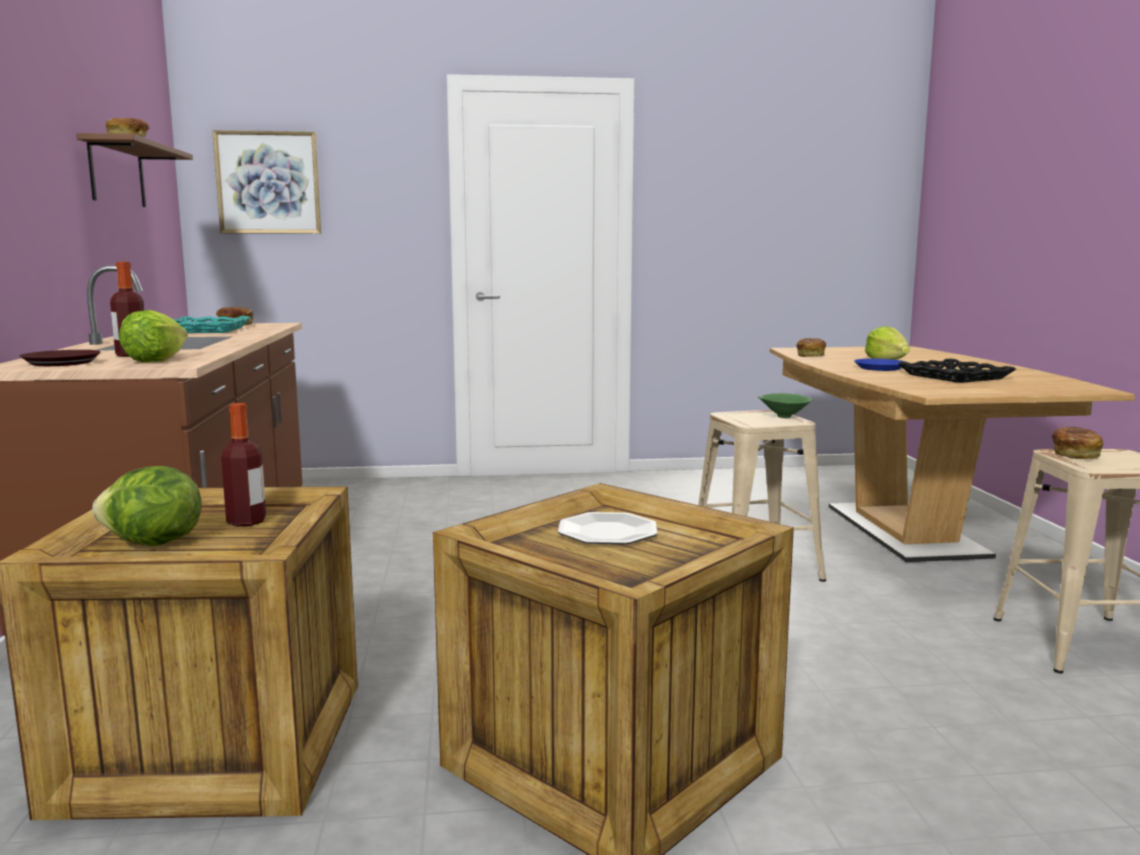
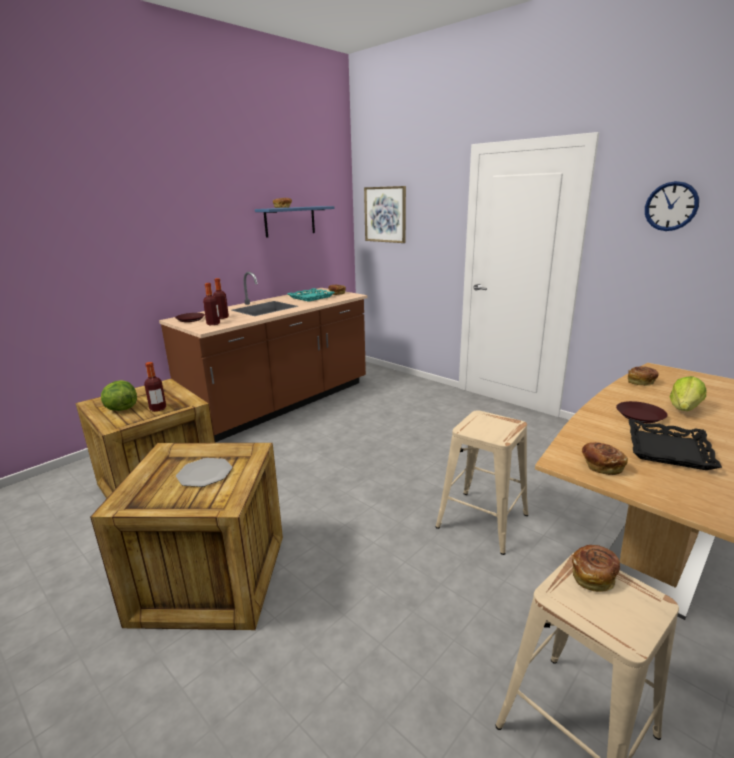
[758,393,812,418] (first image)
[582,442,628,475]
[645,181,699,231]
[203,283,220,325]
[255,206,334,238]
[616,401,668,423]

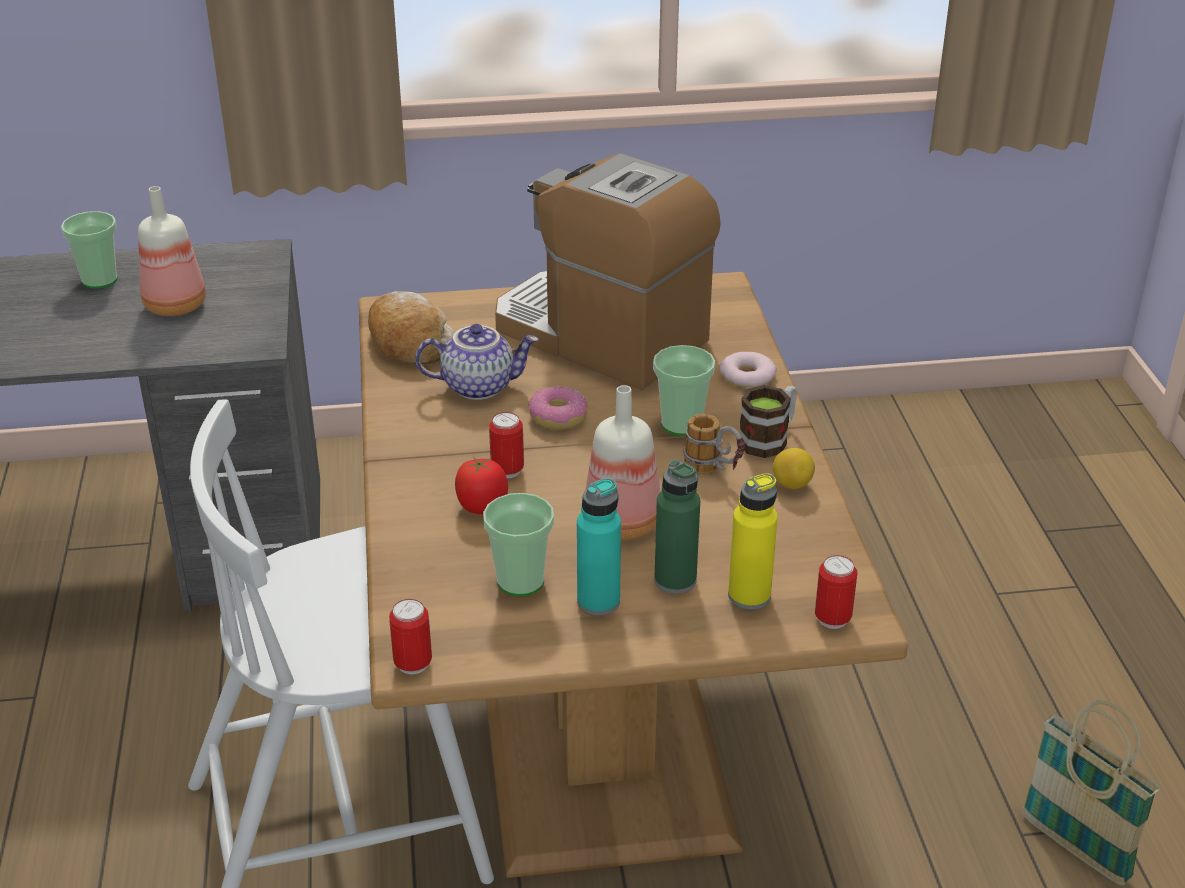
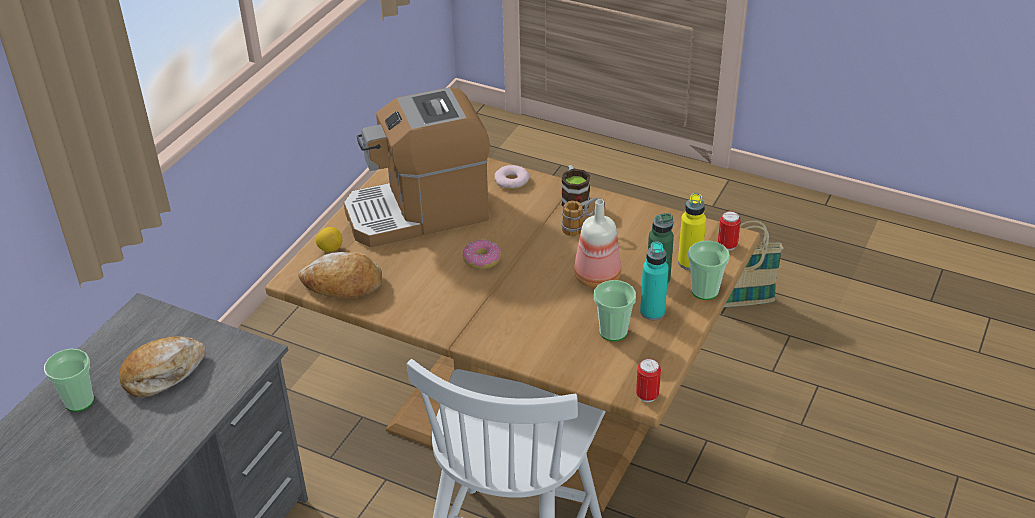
[415,324,539,400] (first image)
[455,456,508,514] (first image)
[489,412,524,478] (first image)
[688,241,730,300]
[316,227,342,252]
[119,336,206,397]

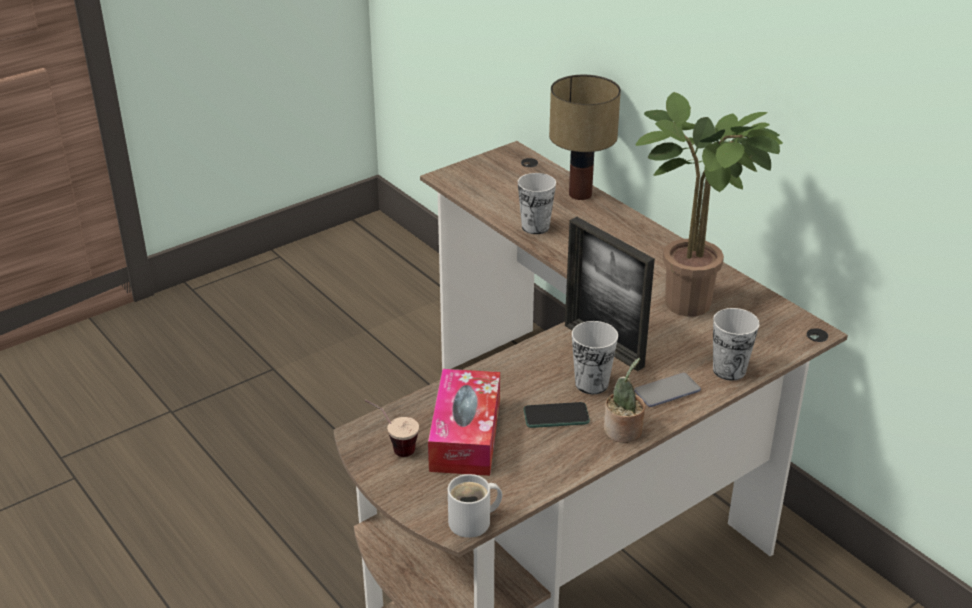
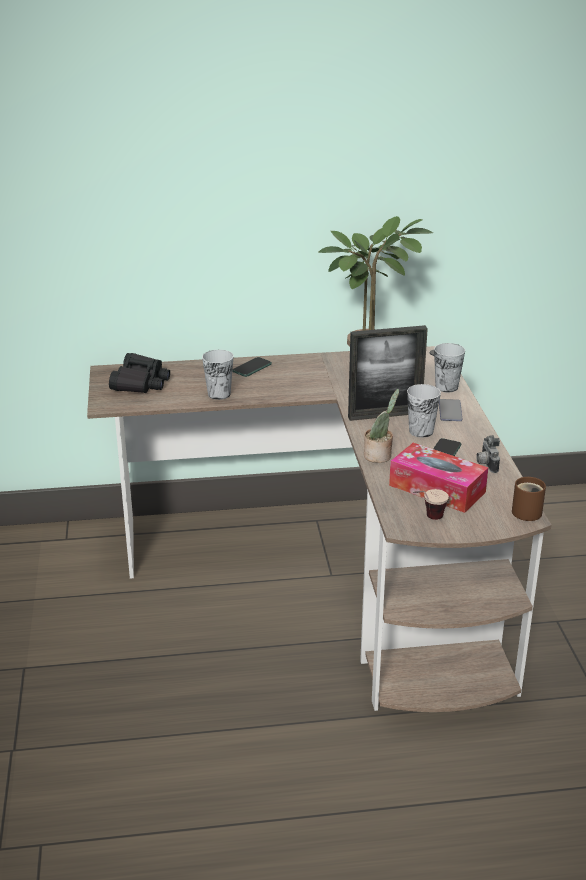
[549,75,621,200] (first image)
[109,353,170,393]
[232,357,272,377]
[477,435,500,473]
[364,389,399,463]
[512,477,546,521]

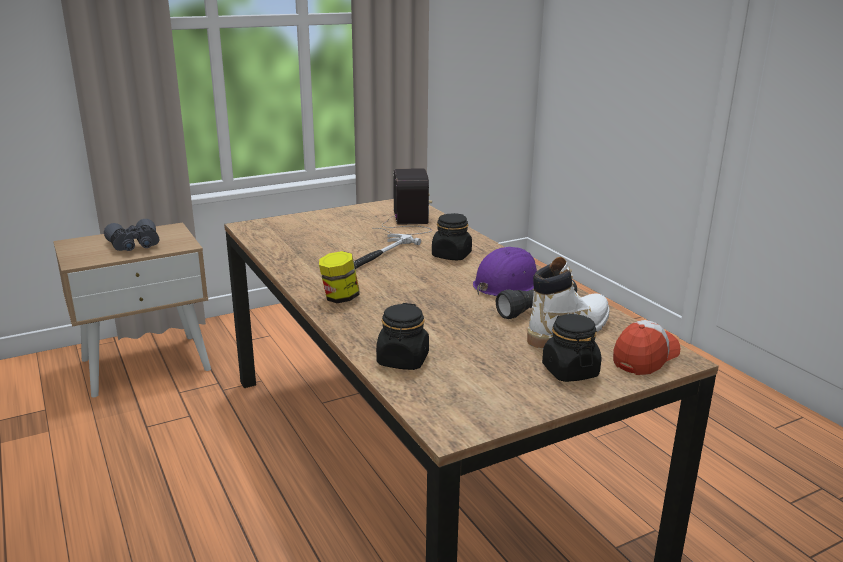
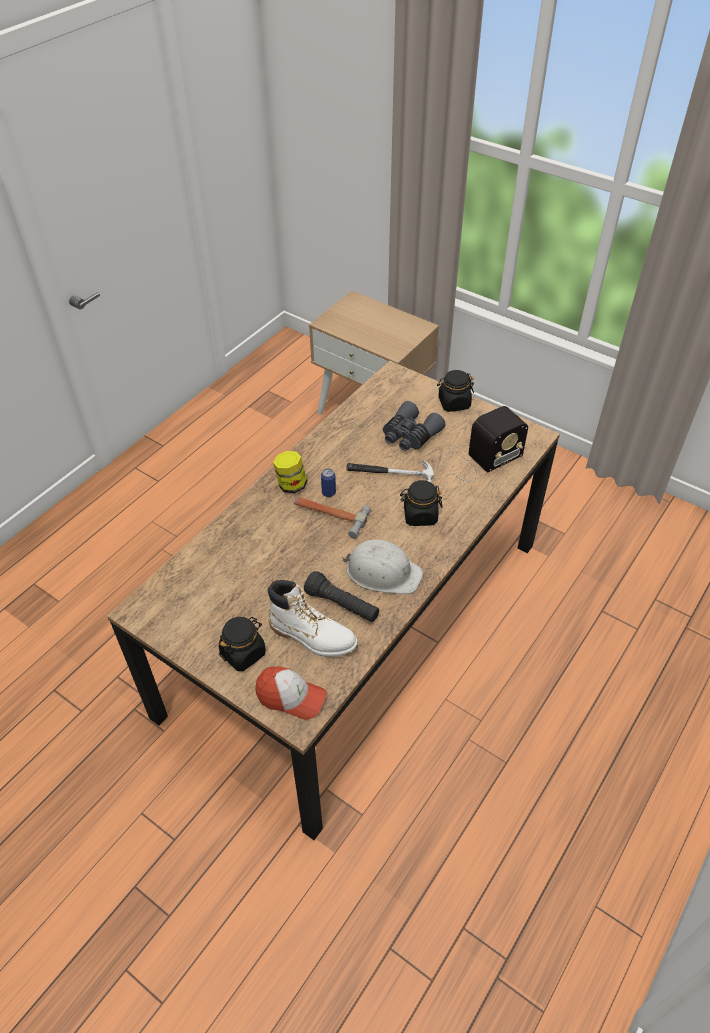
[294,497,371,539]
[321,468,336,497]
[383,401,445,451]
[437,370,474,412]
[342,539,423,594]

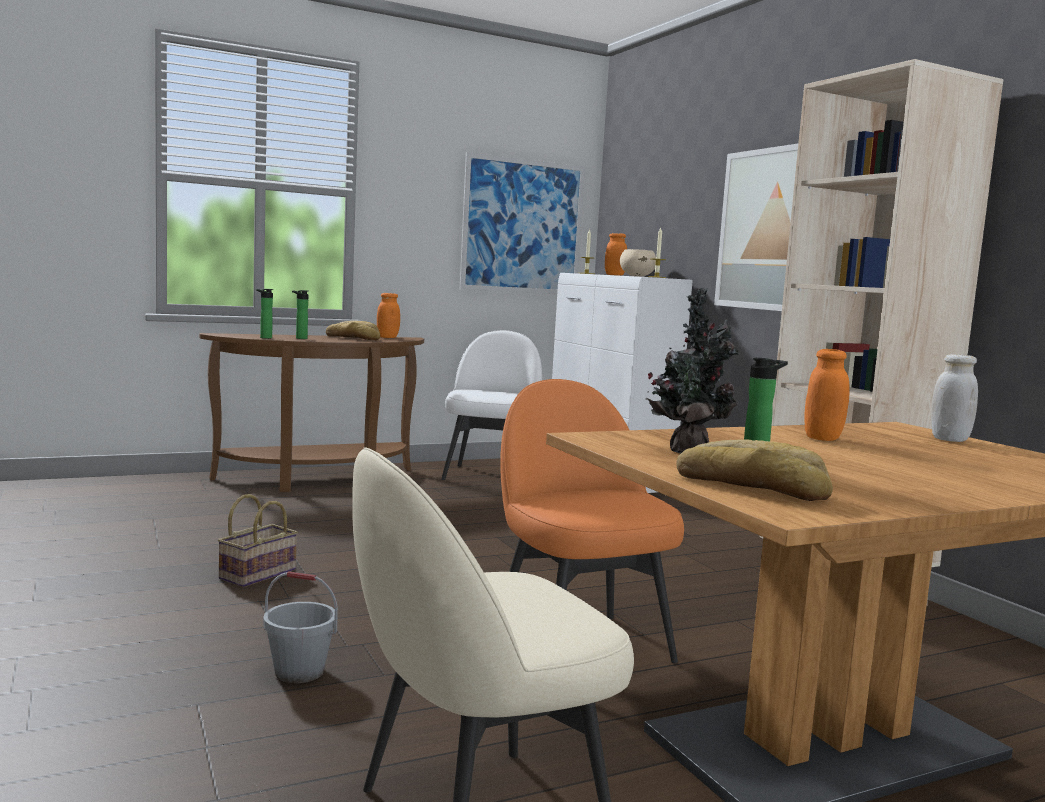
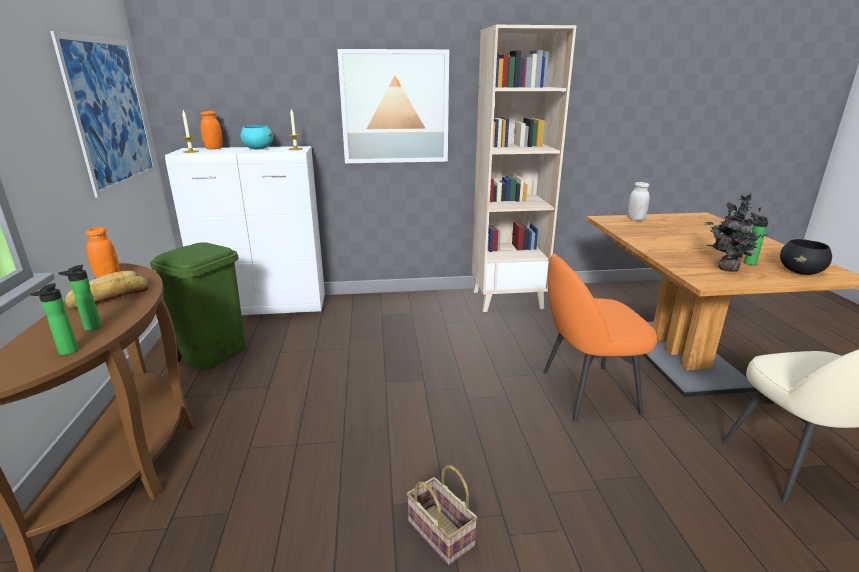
[263,571,338,683] (first image)
[804,349,850,441] (first image)
[150,242,246,370]
[780,239,832,275]
[240,126,273,149]

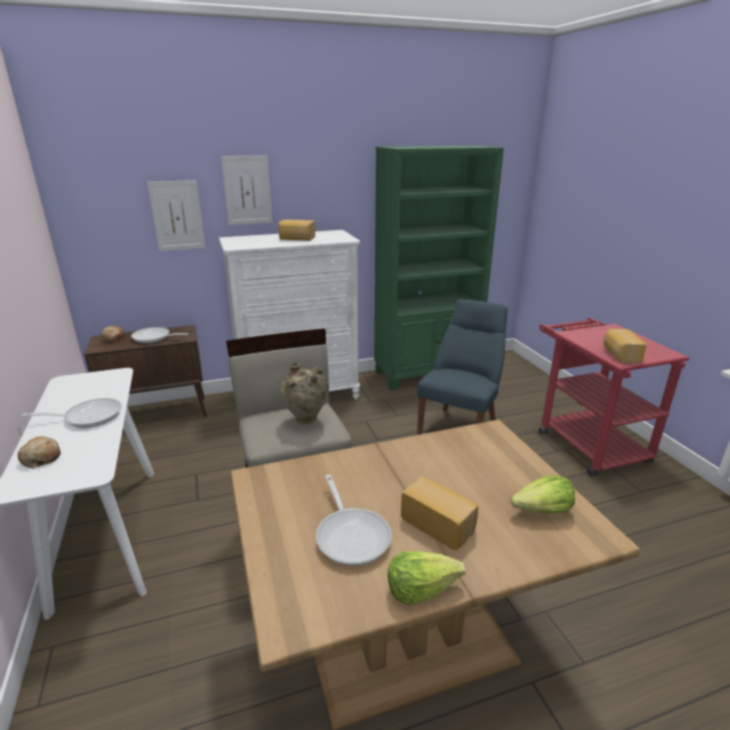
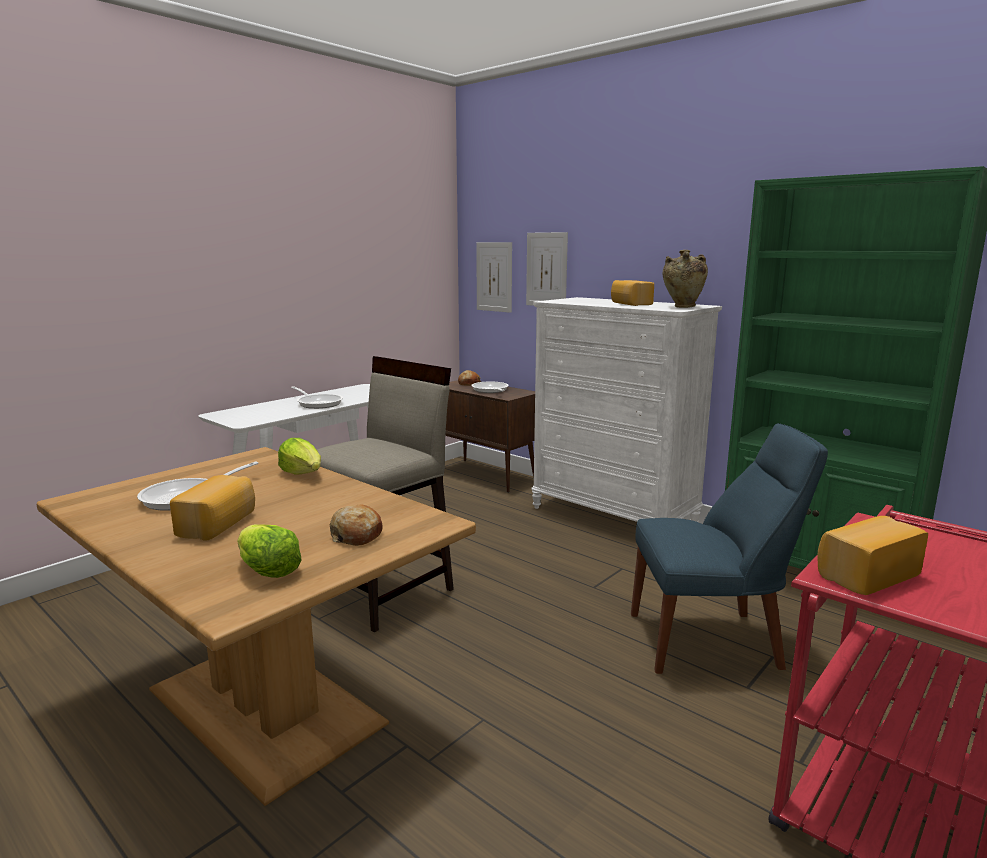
[330,504,383,546]
[476,242,512,313]
[663,250,708,308]
[278,438,321,475]

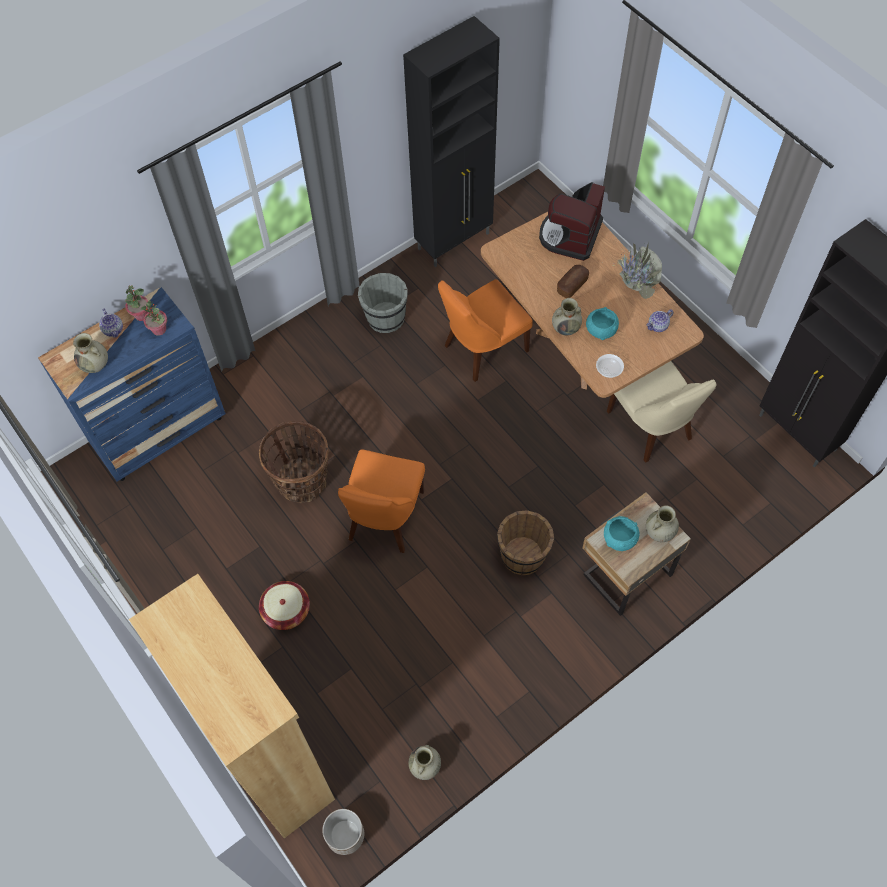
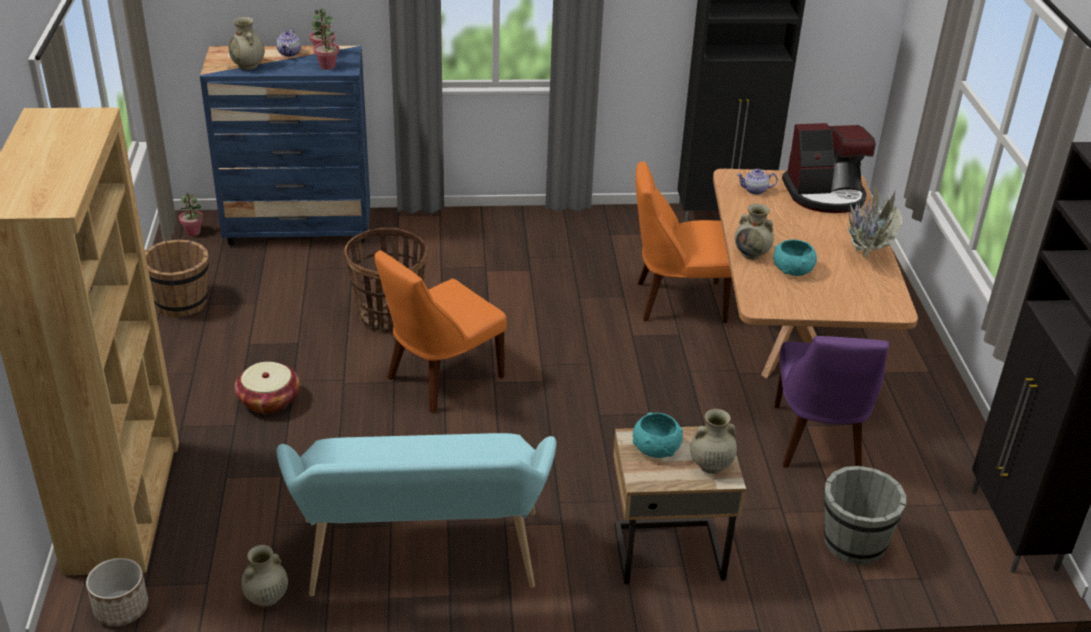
[557,265,589,298] (first image)
[596,354,624,378] (first image)
[179,193,203,236]
[276,433,556,597]
[824,466,906,565]
[145,239,209,317]
[737,169,778,195]
[774,336,889,468]
[782,123,876,213]

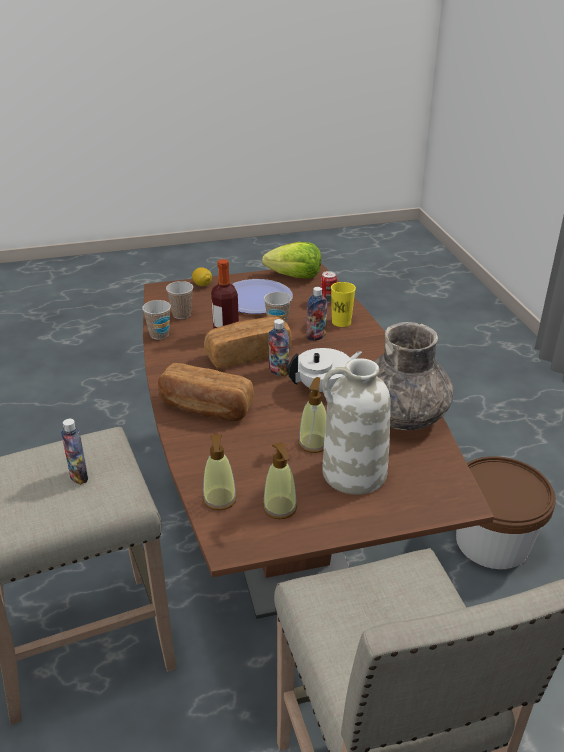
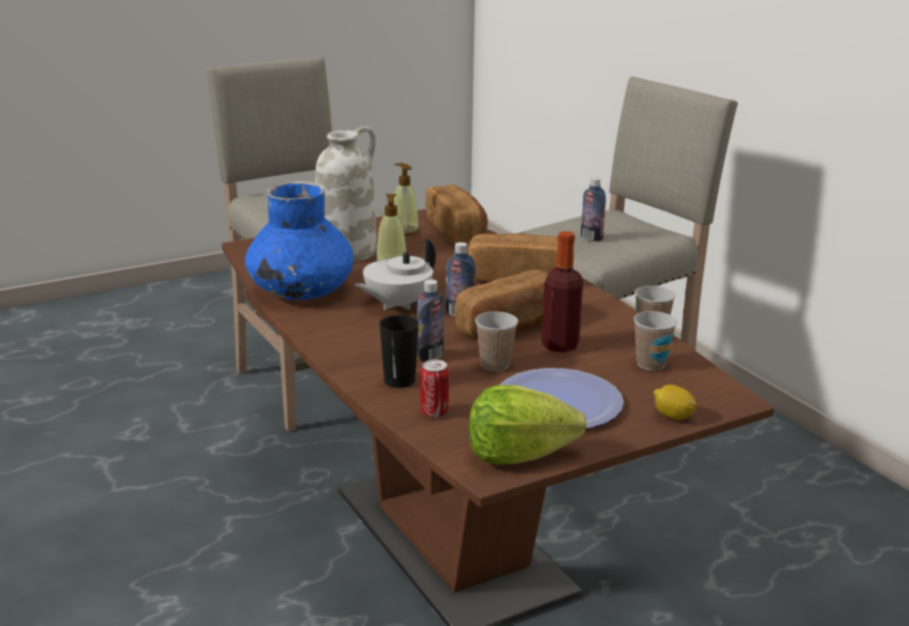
[456,456,556,569] (first image)
[426,184,488,243]
[379,315,419,388]
[245,181,354,300]

